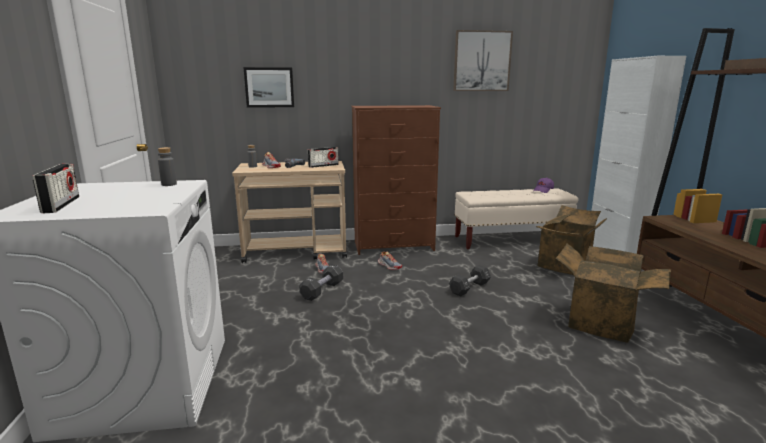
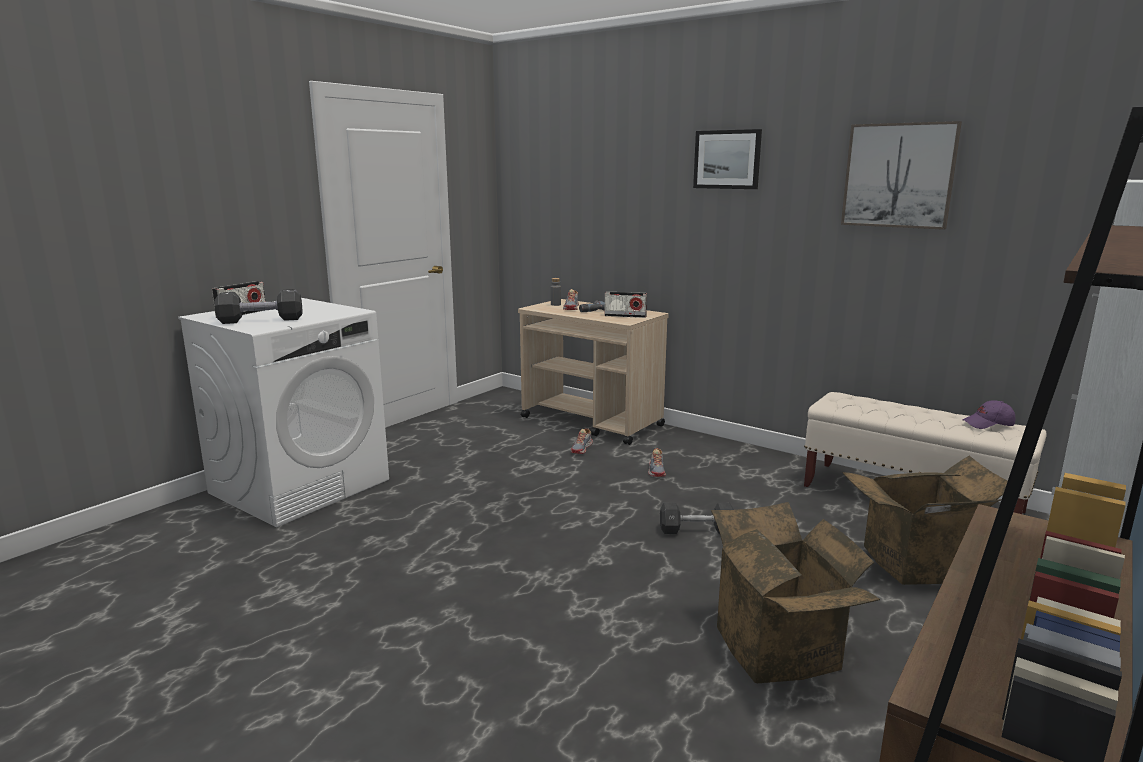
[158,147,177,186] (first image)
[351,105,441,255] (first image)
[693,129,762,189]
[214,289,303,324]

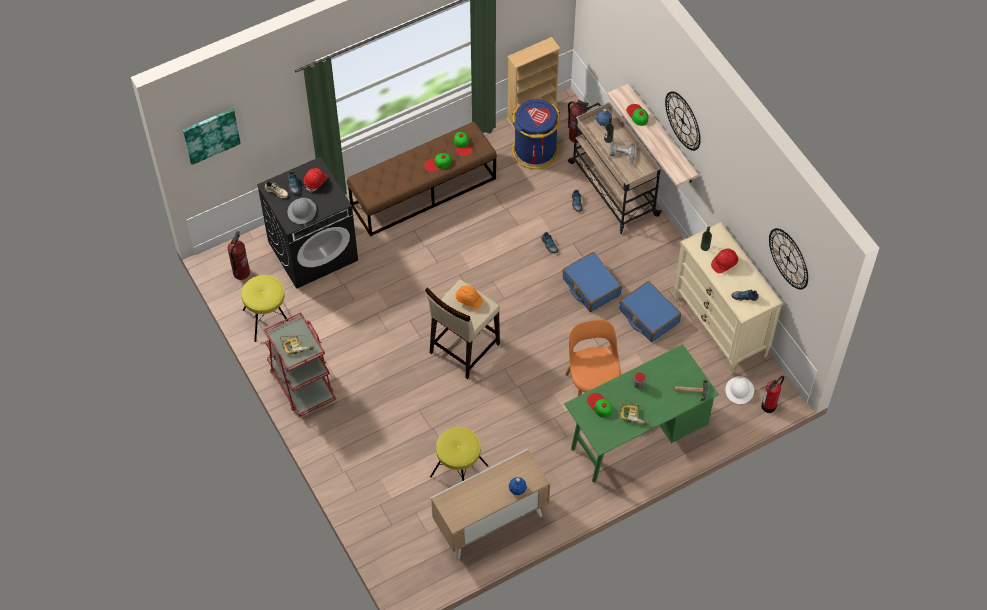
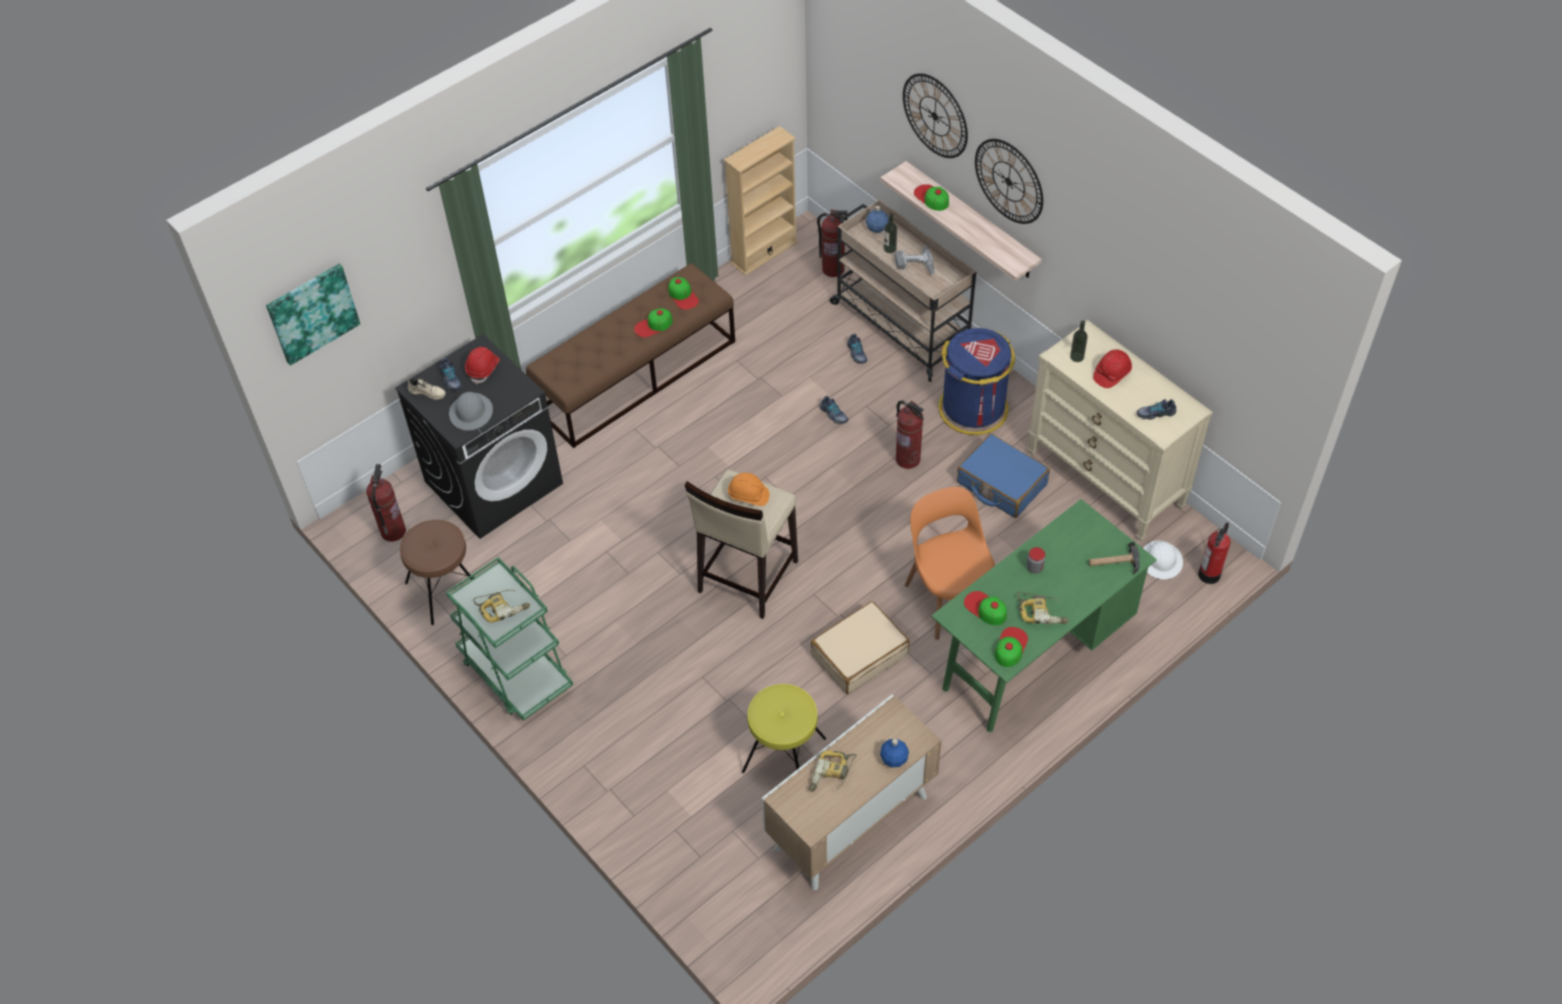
[809,751,857,792]
[811,601,909,694]
[995,627,1028,667]
[938,328,1015,435]
[903,73,968,158]
[896,400,924,469]
[400,520,473,625]
[446,557,573,721]

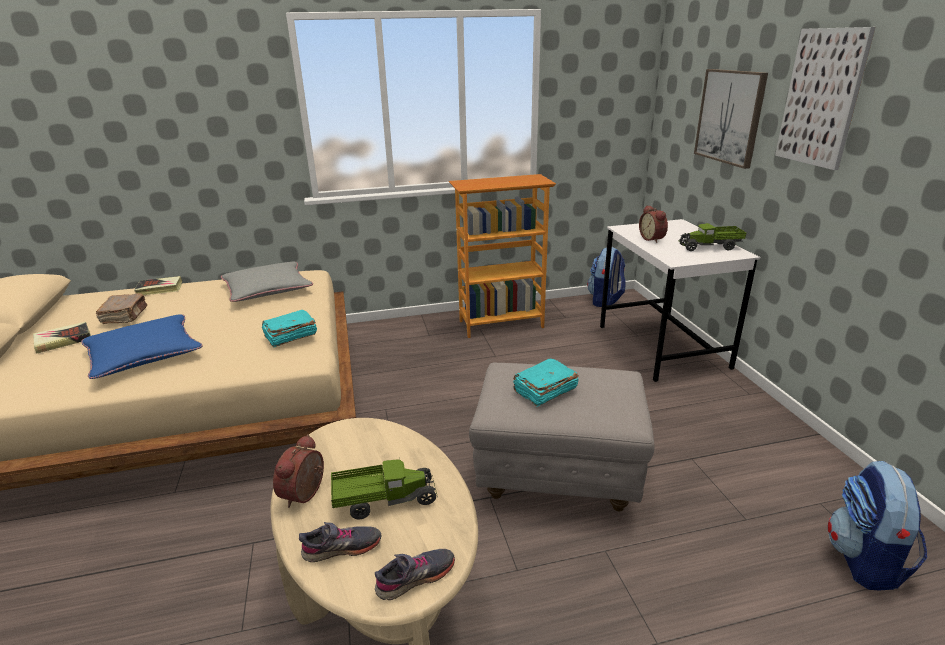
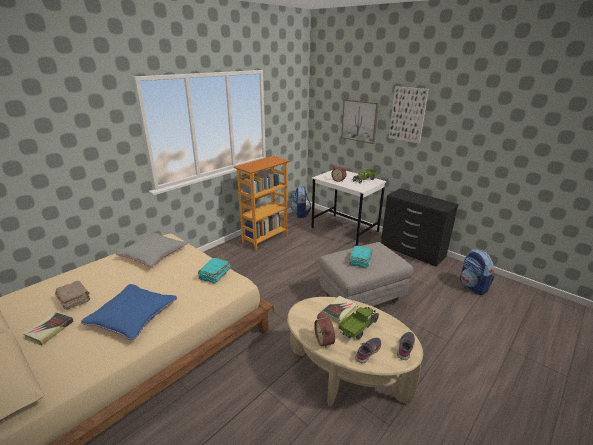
[381,188,458,266]
[322,296,357,324]

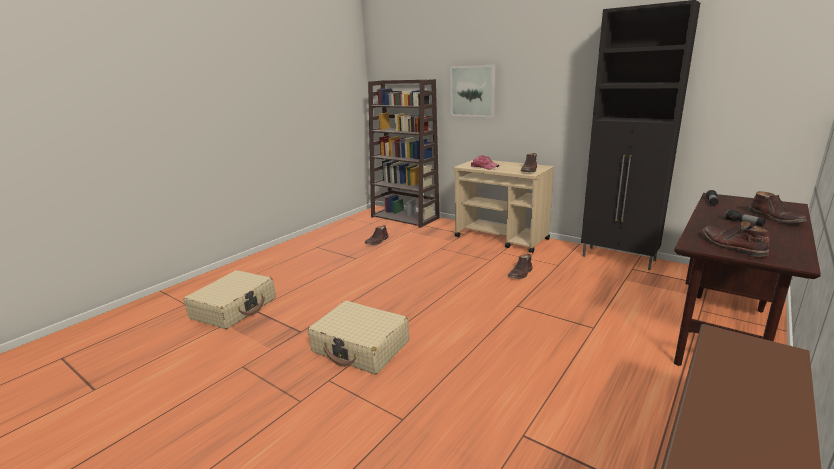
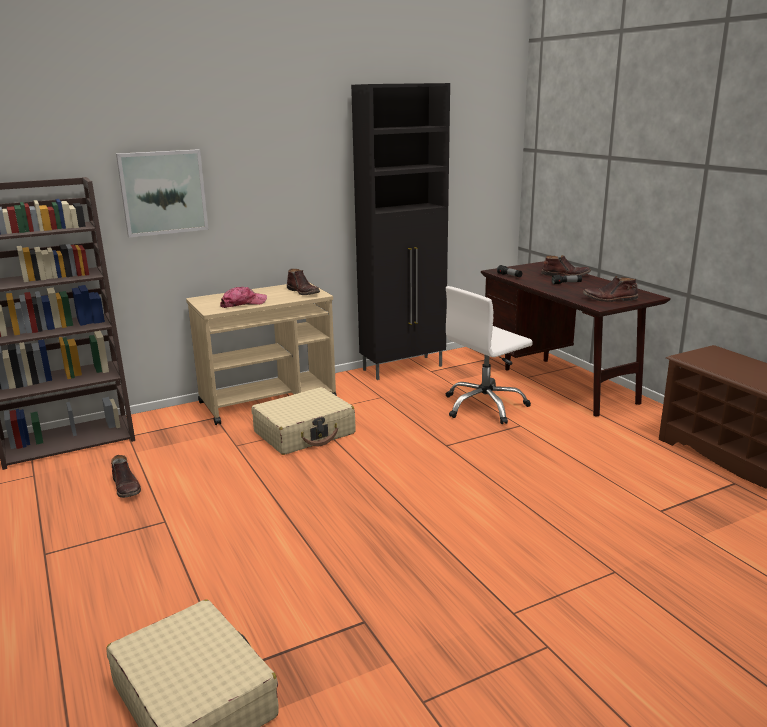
[508,254,533,279] (first image)
[446,286,533,424]
[251,387,356,455]

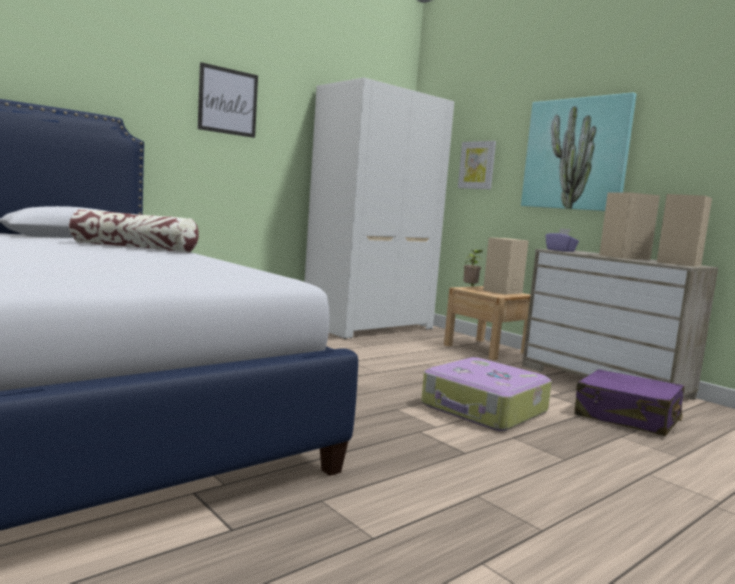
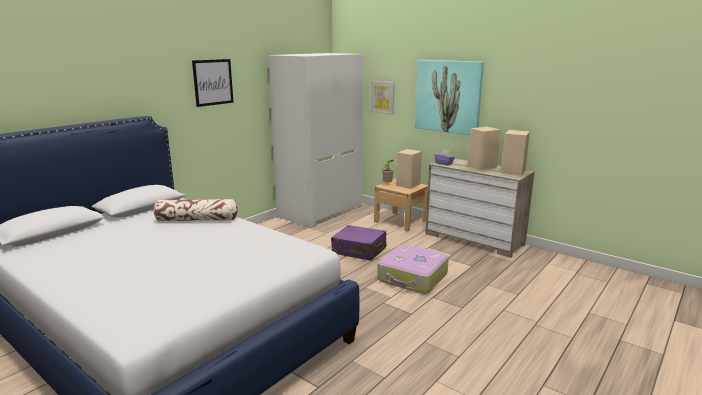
[331,225,386,261]

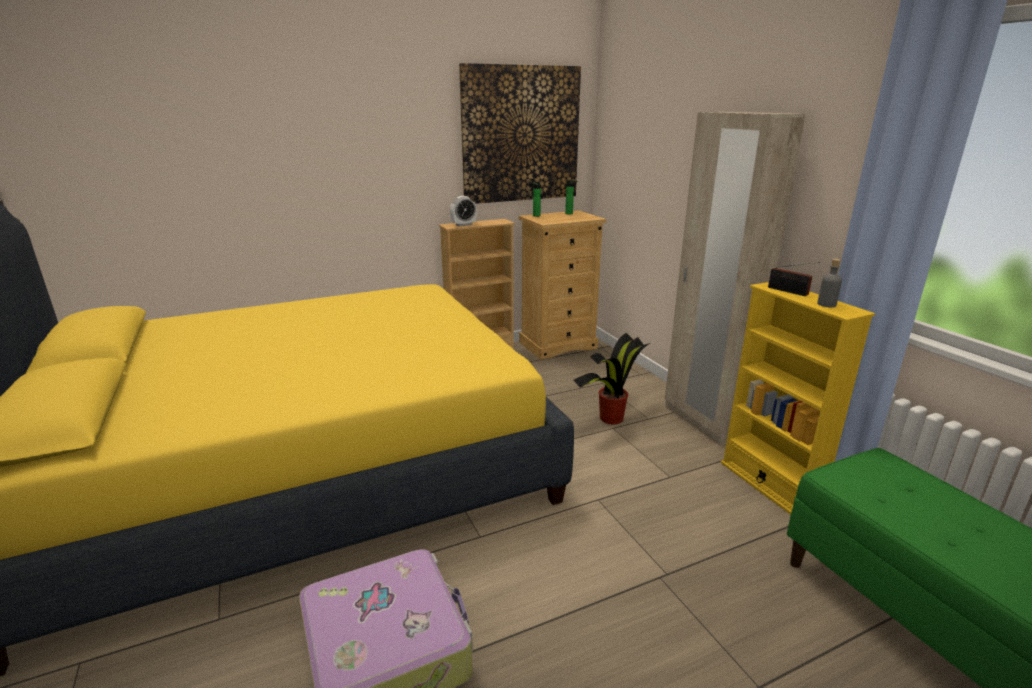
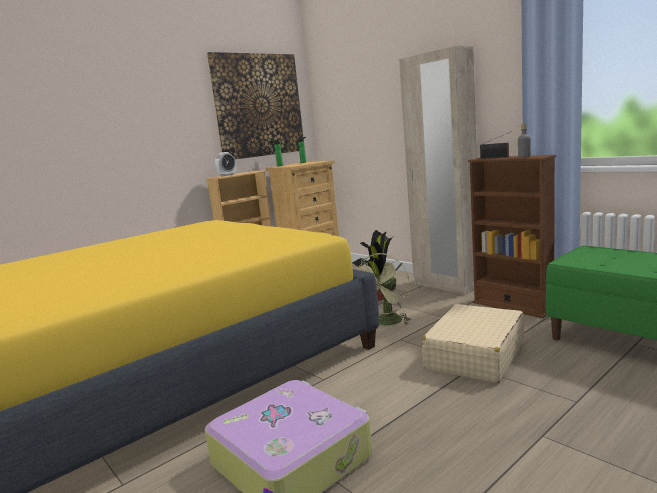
[358,253,411,325]
[422,304,524,383]
[468,155,556,318]

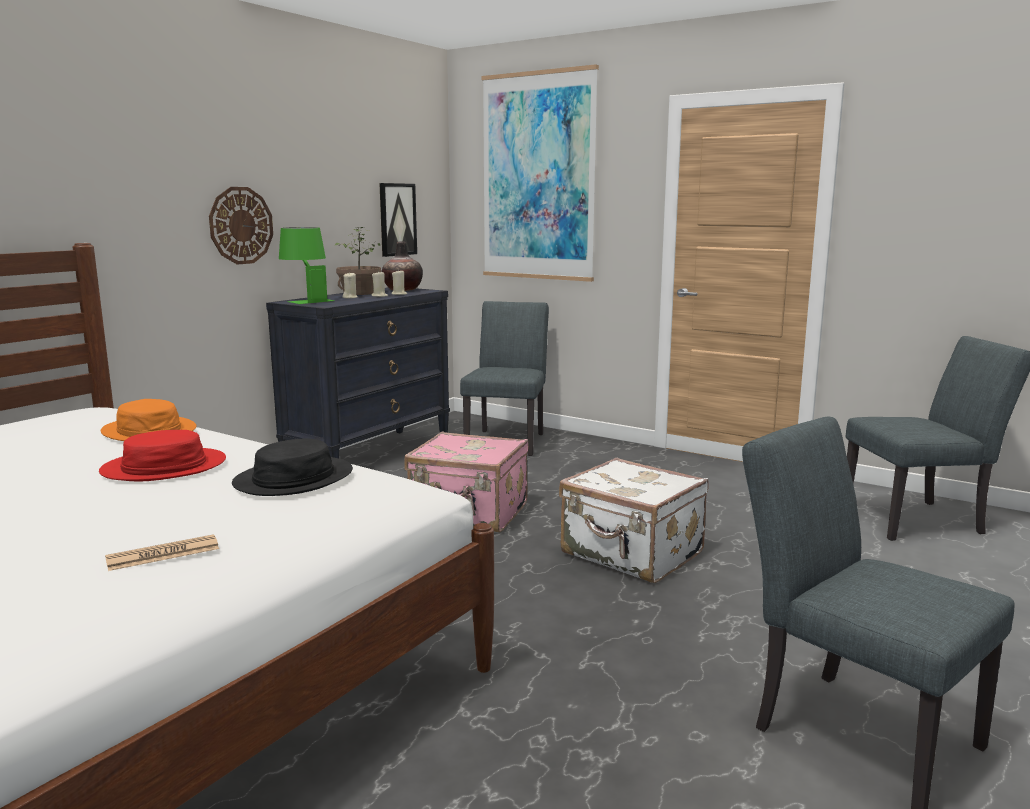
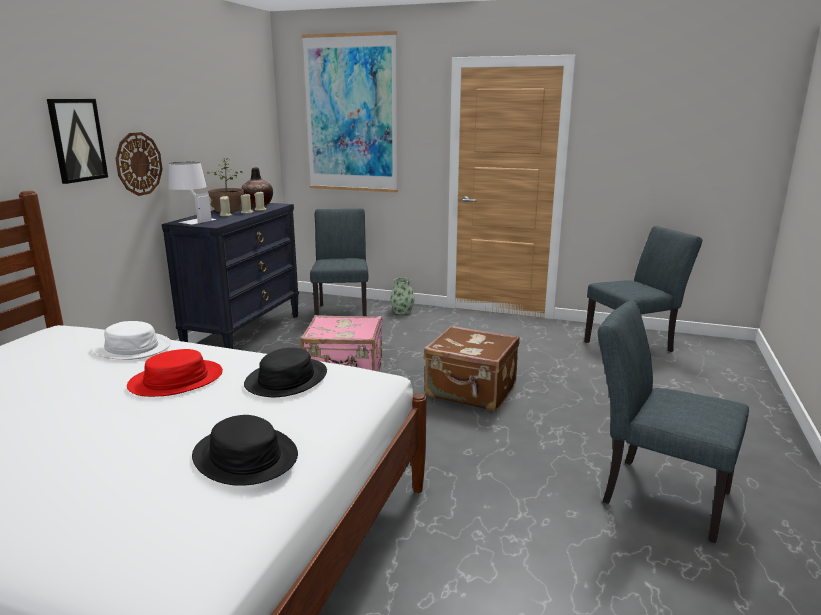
[390,278,415,315]
[47,99,108,184]
[192,415,298,486]
[91,321,171,360]
[168,162,217,225]
[424,325,520,411]

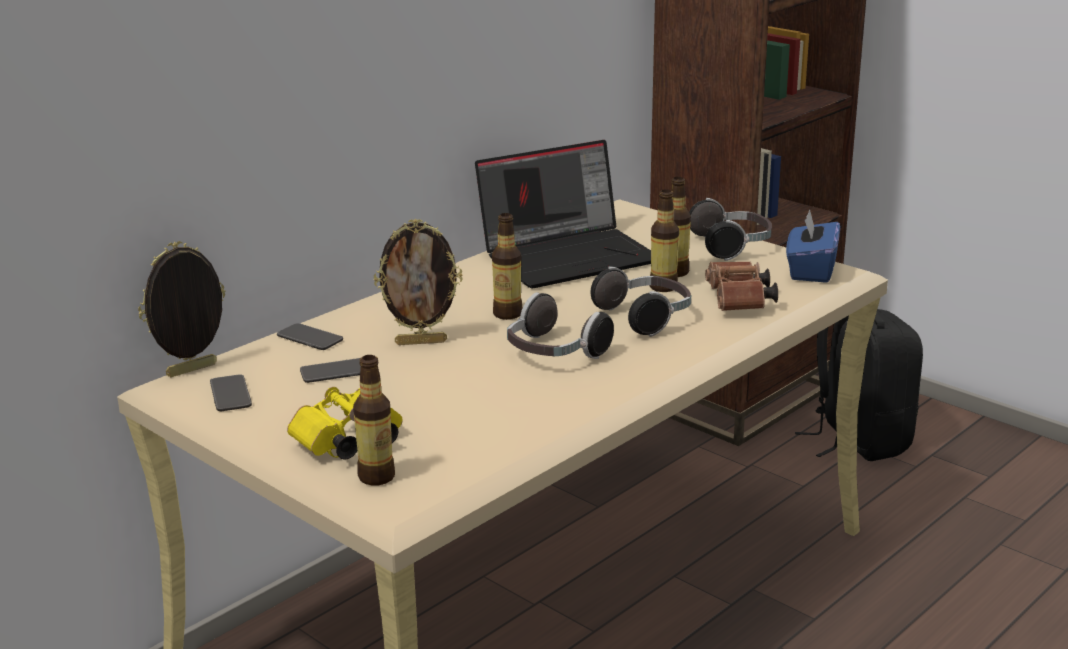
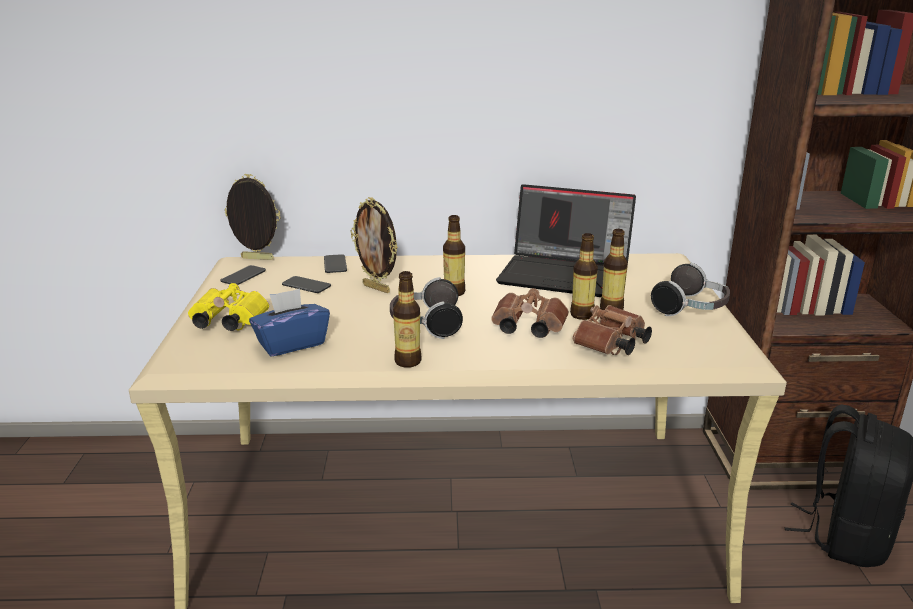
[393,271,422,368]
[249,288,330,357]
[491,288,569,338]

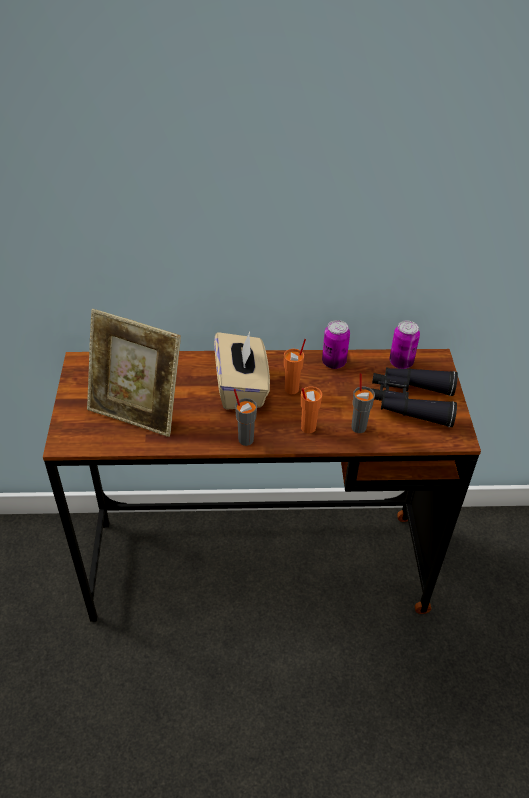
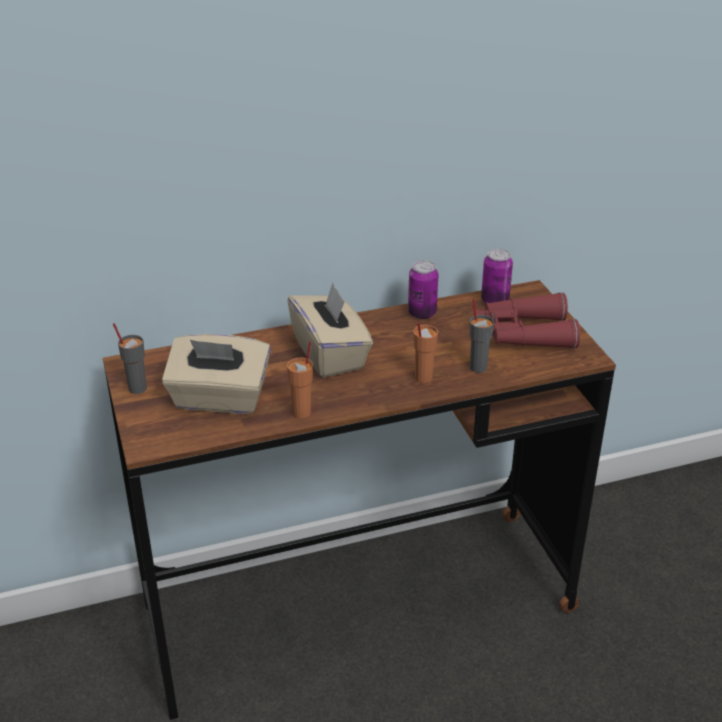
[113,323,147,394]
[287,342,313,418]
[162,334,271,414]
[476,292,580,349]

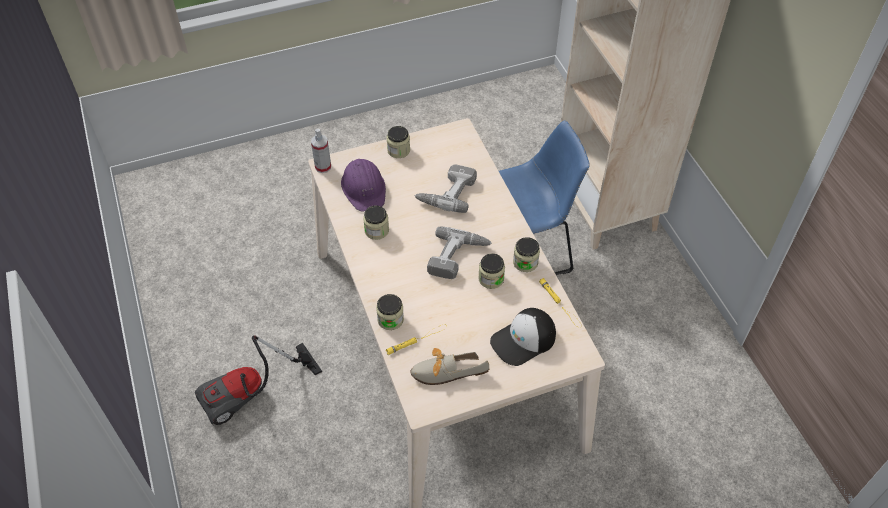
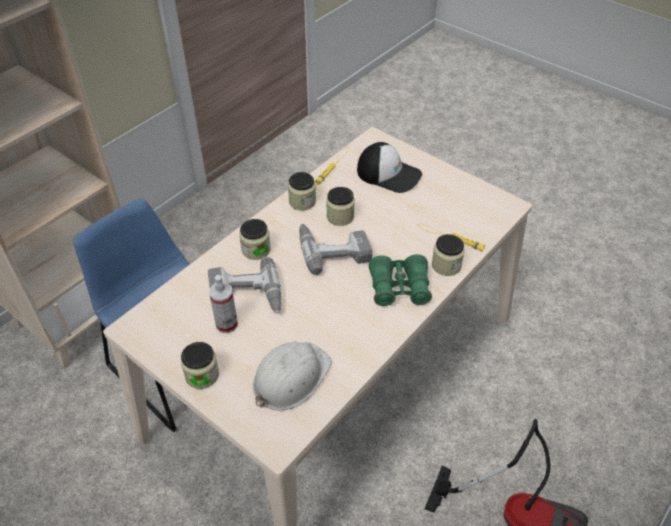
[410,348,489,385] (first image)
[369,254,432,306]
[209,275,238,333]
[239,219,271,260]
[253,342,332,410]

